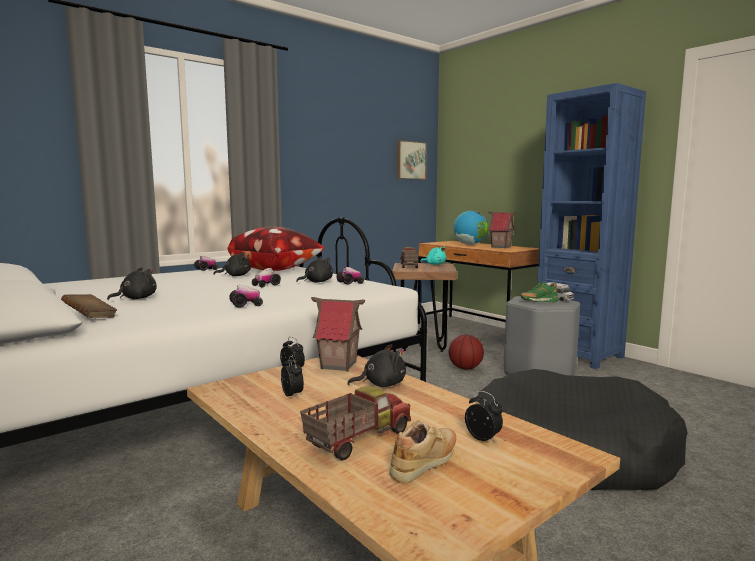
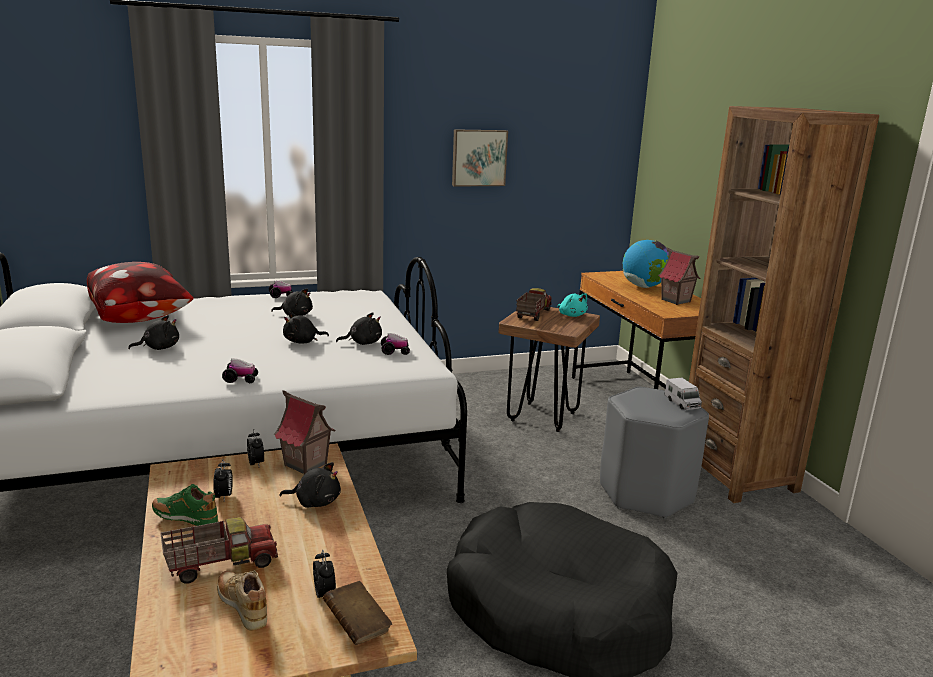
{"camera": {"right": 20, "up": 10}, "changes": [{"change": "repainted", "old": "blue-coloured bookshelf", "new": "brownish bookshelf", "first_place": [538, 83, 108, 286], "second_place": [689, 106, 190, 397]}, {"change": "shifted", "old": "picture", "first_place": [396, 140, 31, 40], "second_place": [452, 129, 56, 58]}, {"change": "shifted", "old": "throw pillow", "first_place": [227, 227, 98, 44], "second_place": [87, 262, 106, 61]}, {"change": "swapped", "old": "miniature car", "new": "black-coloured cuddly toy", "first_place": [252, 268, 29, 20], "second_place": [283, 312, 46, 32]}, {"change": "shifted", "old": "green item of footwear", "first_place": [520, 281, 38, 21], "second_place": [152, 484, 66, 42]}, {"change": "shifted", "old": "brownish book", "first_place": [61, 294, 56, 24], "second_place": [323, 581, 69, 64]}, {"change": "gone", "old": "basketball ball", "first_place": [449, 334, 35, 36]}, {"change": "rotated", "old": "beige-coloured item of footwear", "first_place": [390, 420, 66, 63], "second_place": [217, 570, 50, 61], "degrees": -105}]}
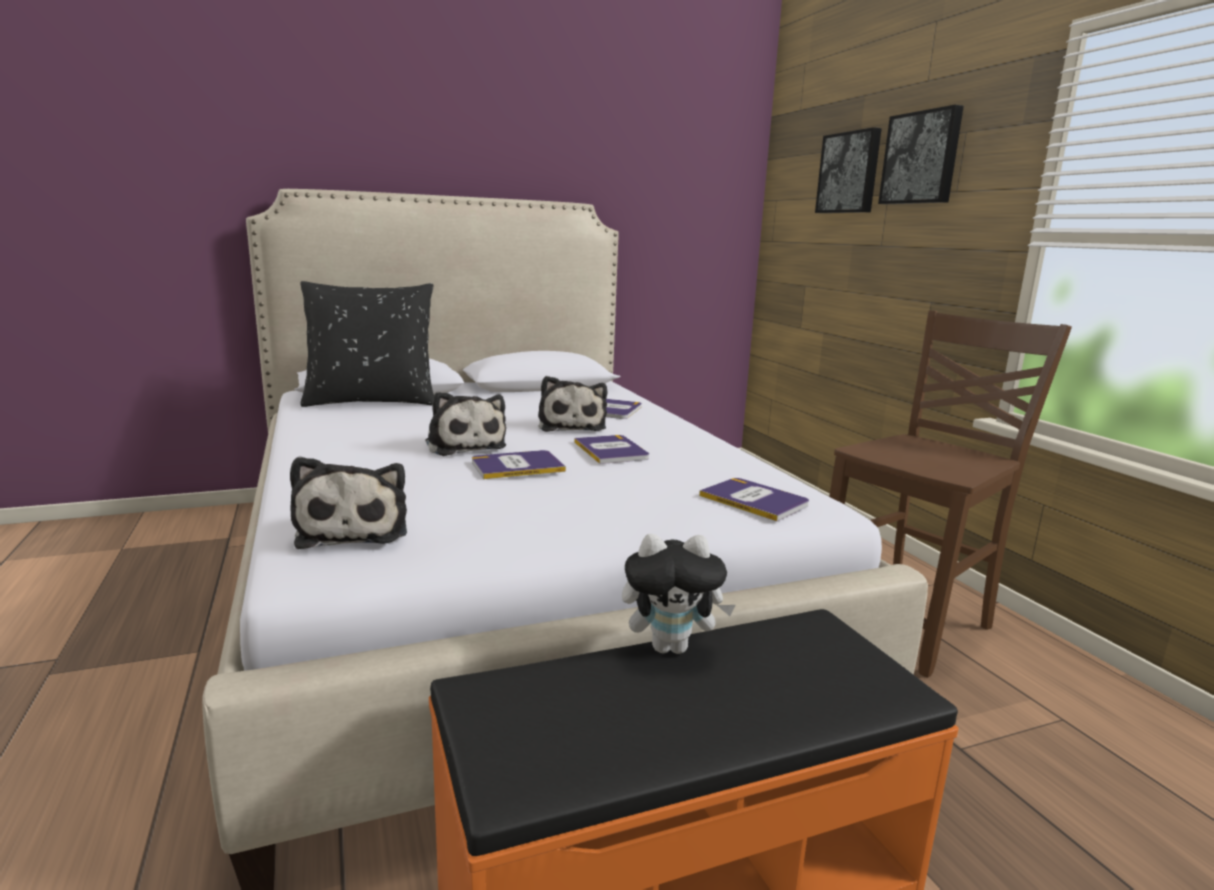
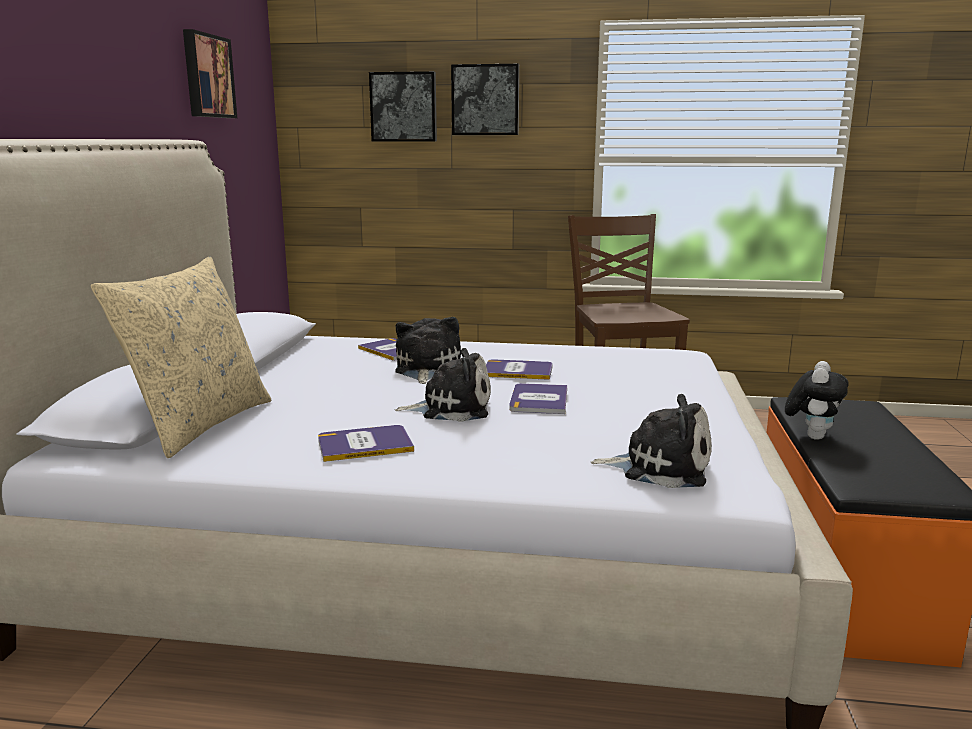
{"camera": {"right": -60, "up": 0}, "changes": [{"change": "repainted", "old": "black-coloured throw pillow", "new": "beige-coloured throw pillow", "first_place": [300, 281, 134, 126], "second_place": [91, 257, 180, 201]}, {"change": "rotated", "old": "cuddly toy", "first_place": [538, 376, 69, 56], "second_place": [395, 317, 66, 67], "degrees": -105}, {"change": "shifted", "old": "book", "first_place": [699, 478, 110, 43], "second_place": [318, 425, 96, 37]}, {"change": "new", "new": "picture", "second_place": [183, 29, 54, 89]}]}
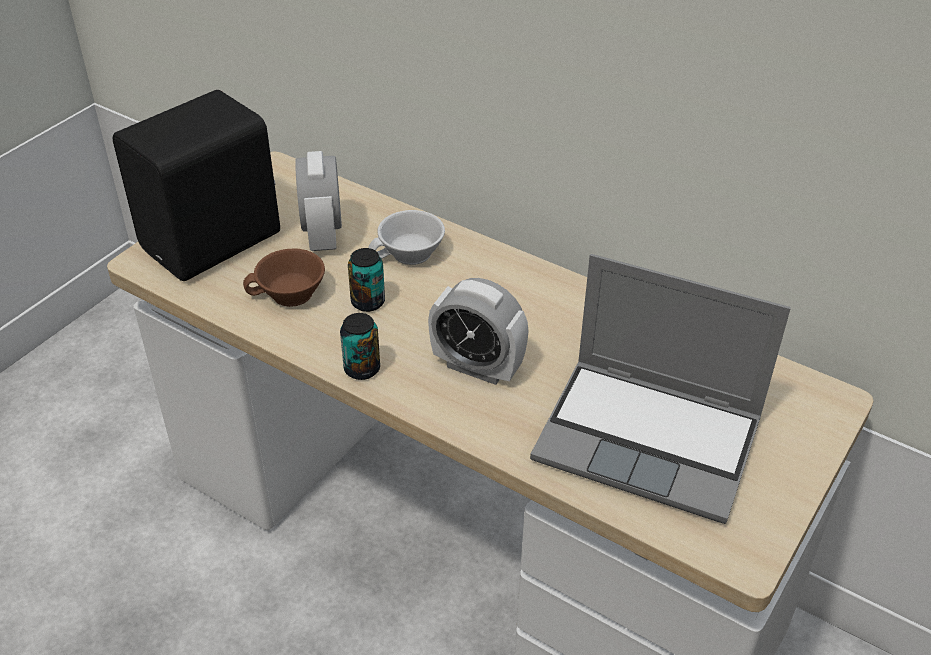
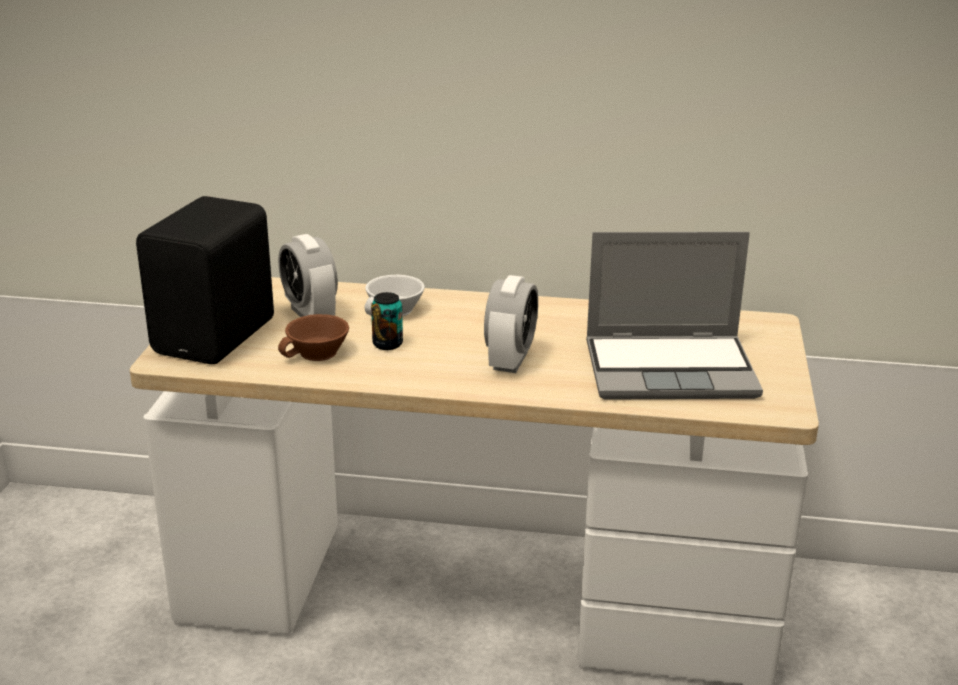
{"camera": {"right": -25, "up": -15}, "changes": [{"change": "rotated", "old": "table clock", "first_place": [428, 278, 101, 107], "second_place": [484, 275, 54, 98], "degrees": -75}, {"change": "gone", "old": "metal can", "first_place": [340, 313, 40, 67]}]}
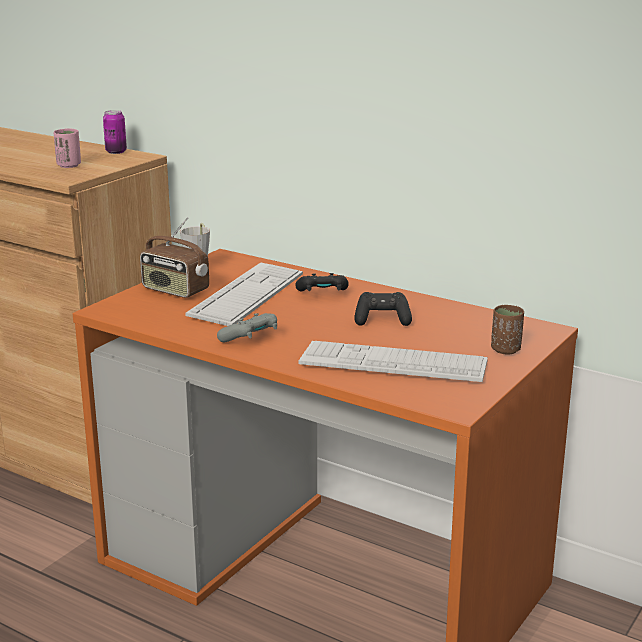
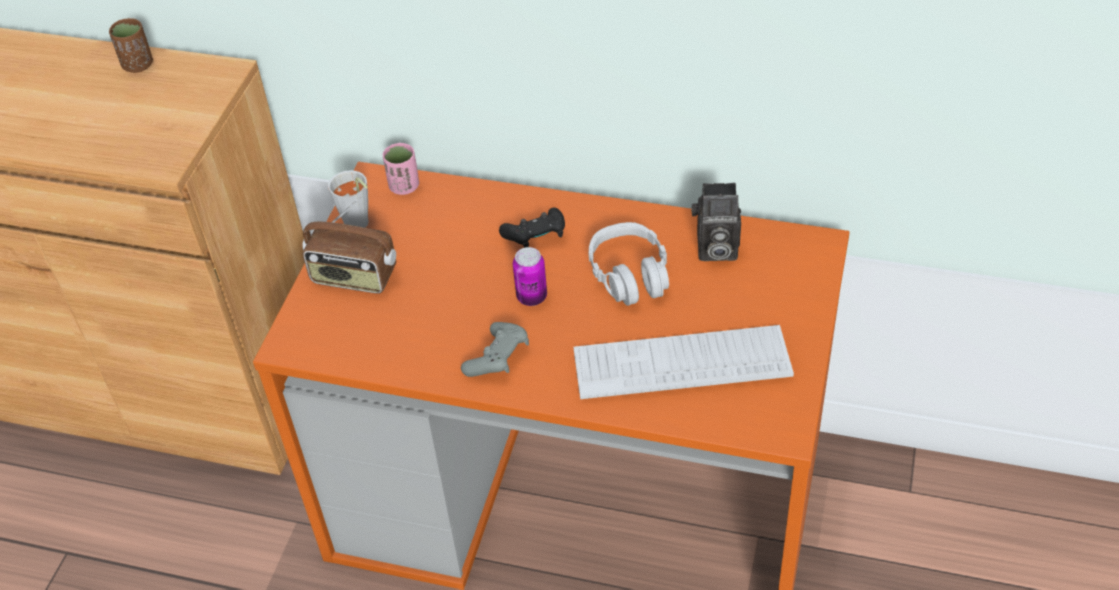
{"camera": {"right": -15, "up": 25}, "changes": [{"change": "shifted", "old": "metal can", "first_place": [103, 110, 24, 44], "second_place": [513, 247, 34, 59]}, {"change": "shifted", "old": "pink-coloured cup", "first_place": [53, 129, 28, 39], "second_place": [383, 143, 36, 52]}, {"change": "gone", "old": "PC keyboard", "first_place": [186, 263, 117, 63]}, {"change": "swapped", "old": "black-coloured joypad", "new": "gray headset", "first_place": [354, 292, 58, 34], "second_place": [588, 222, 81, 84]}, {"change": "shifted", "old": "brownish cup", "first_place": [491, 305, 33, 50], "second_place": [109, 18, 44, 55]}, {"change": "new", "new": "photo camera", "second_place": [691, 183, 50, 78]}]}
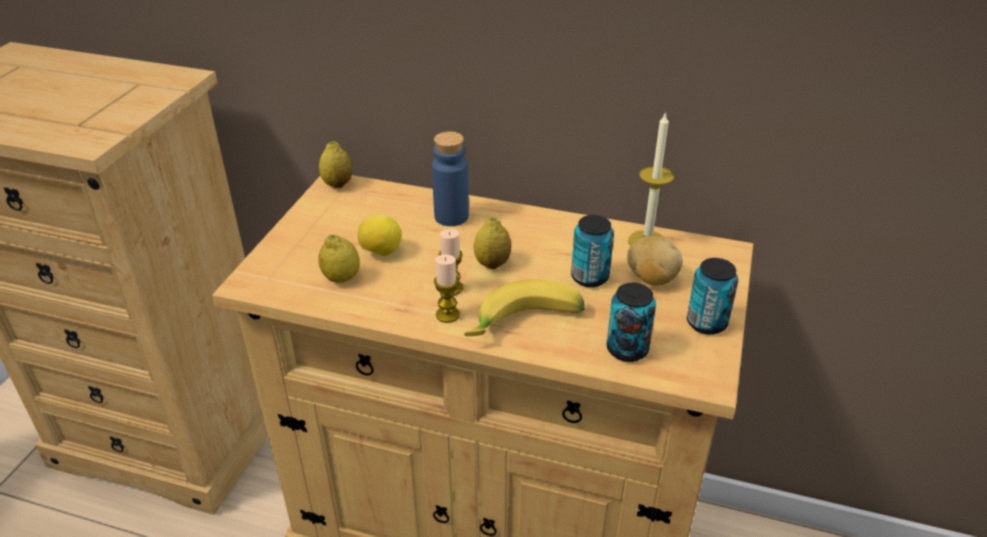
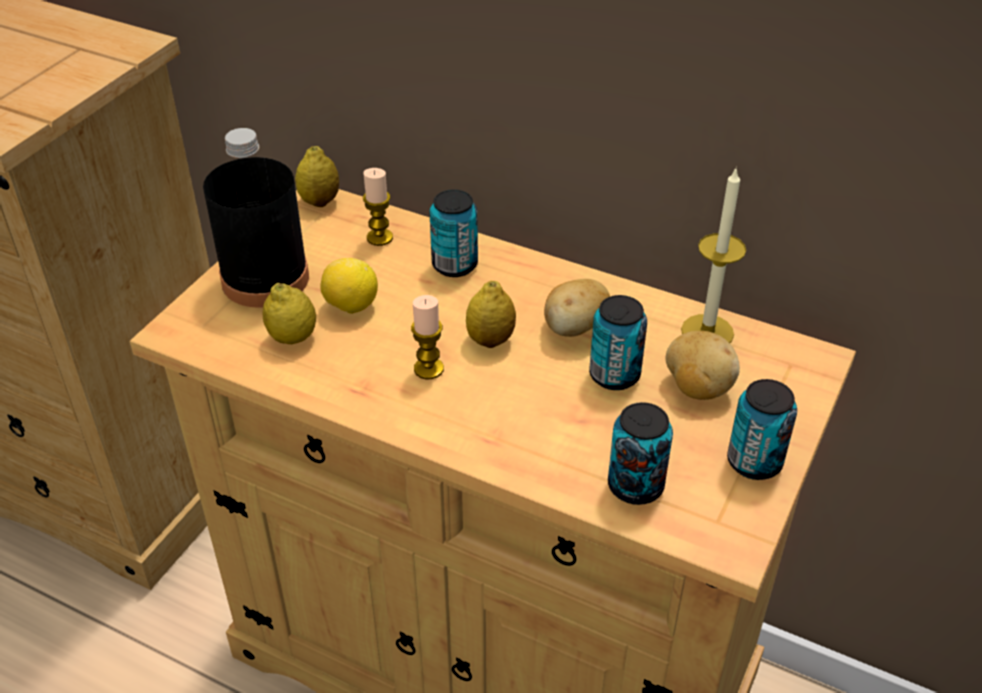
{"camera": {"right": 10, "up": 5}, "changes": [{"change": "swapped", "old": "blue-coloured beverage bottle", "new": "metal can", "first_place": [432, 131, 37, 95], "second_place": [429, 189, 49, 88]}, {"change": "shifted", "old": "wax candle", "first_place": [434, 254, 26, 69], "second_place": [363, 168, 30, 78]}, {"change": "gone", "old": "banana fruit", "first_place": [464, 280, 121, 56]}, {"change": "new", "new": "black-coloured beverage bottle", "second_place": [203, 128, 106, 180]}, {"change": "new", "new": "whole potato", "second_place": [544, 279, 66, 58]}]}
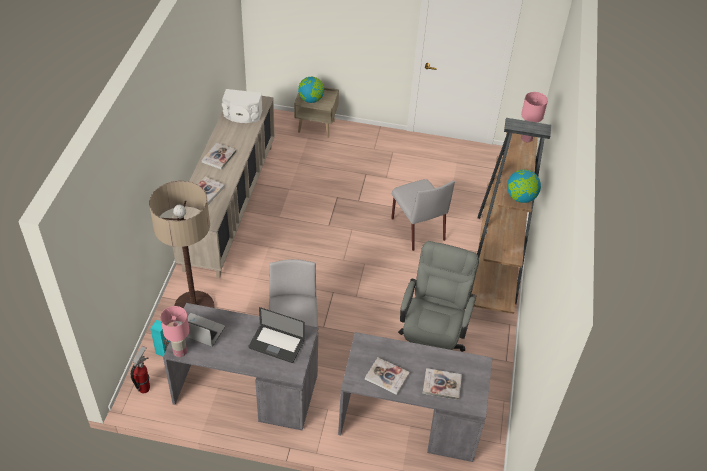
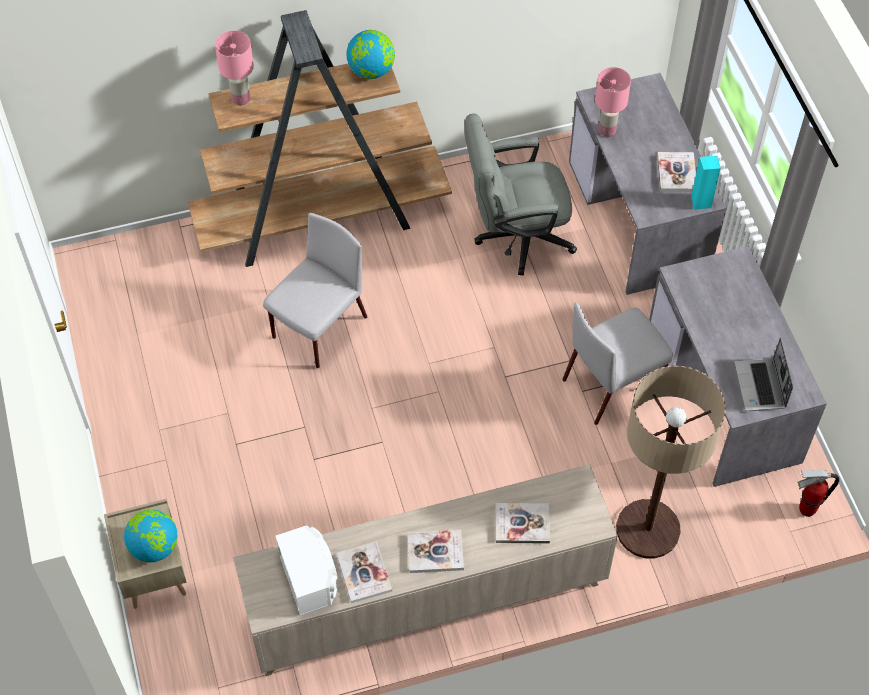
{"camera": {"right": -115, "up": 10}, "changes": [{"change": "shifted", "old": "pink-coloured table lamp", "first_place": [160, 306, 30, 51], "second_place": [595, 67, 36, 70]}, {"change": "gone", "old": "portable computer", "first_place": [248, 307, 57, 56]}, {"change": "shifted", "old": "turquoise-coloured audio speaker", "first_place": [150, 320, 20, 36], "second_place": [691, 156, 30, 54]}, {"change": "shifted", "old": "book", "first_place": [422, 368, 40, 32], "second_place": [336, 542, 56, 61]}]}
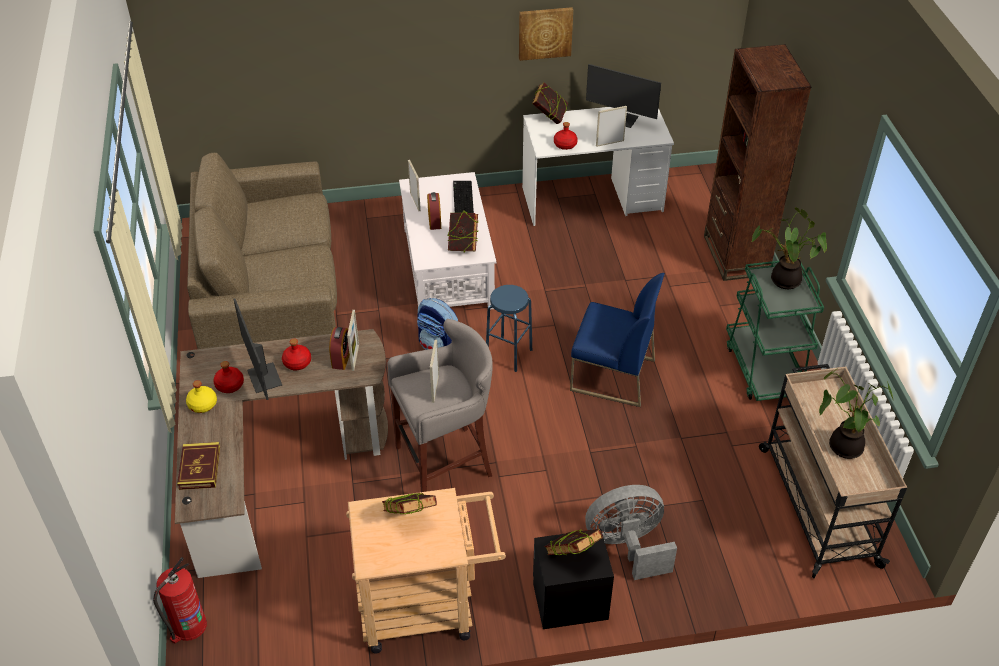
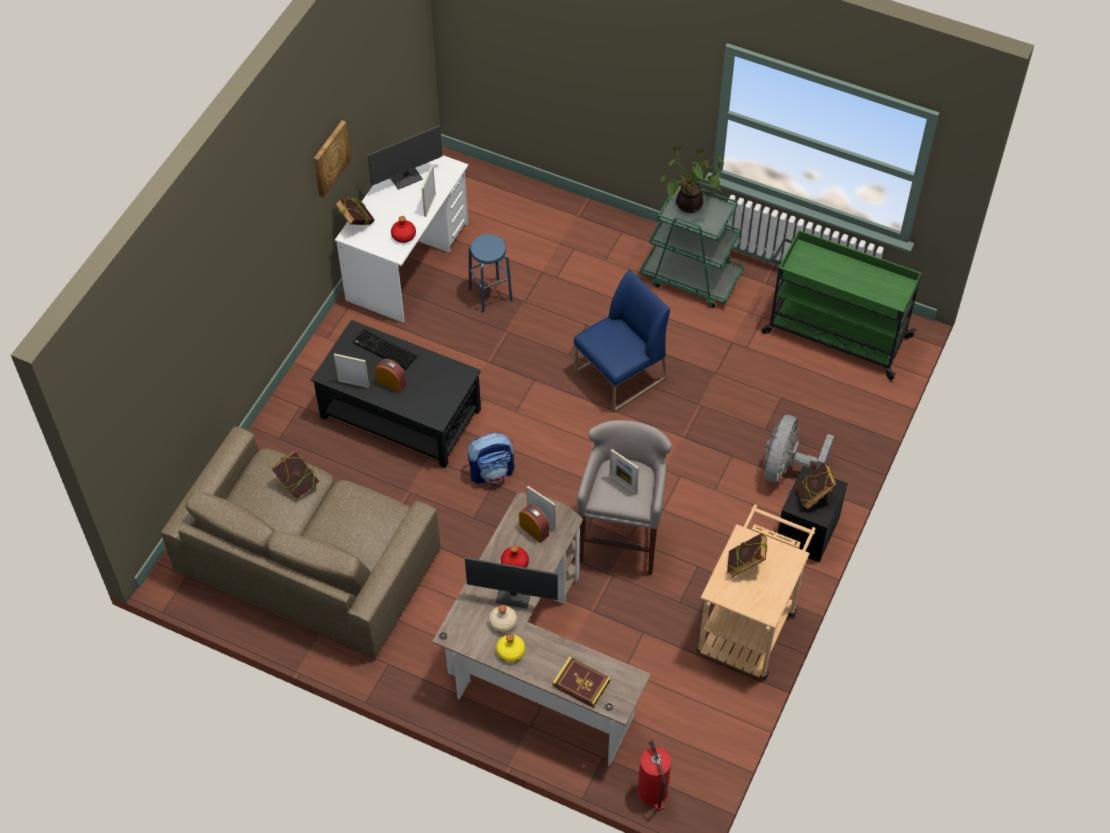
{"camera": {"right": -55, "up": 10}, "changes": [{"change": "gone", "old": "brownish bookshelf", "first_place": [704, 44, 107, 237]}, {"change": "repainted", "old": "whitish coffee table", "new": "black-coloured coffee table", "first_place": [399, 172, 97, 137], "second_place": [311, 320, 170, 148]}, {"change": "shifted", "old": "book", "first_place": [448, 210, 31, 43], "second_place": [271, 450, 49, 49]}, {"change": "shifted", "old": "blue-coloured stool seat", "first_place": [486, 285, 46, 87], "second_place": [469, 234, 44, 79]}, {"change": "repainted", "old": "red-coloured beverage bottle", "new": "beige-coloured beverage bottle", "first_place": [213, 361, 31, 32], "second_place": [489, 605, 28, 28]}, {"change": "repainted", "old": "beige-coloured trolley", "new": "green trolley", "first_place": [759, 364, 148, 215], "second_place": [762, 230, 160, 150]}, {"change": "gone", "old": "plant in a pot", "first_place": [819, 368, 74, 91]}]}
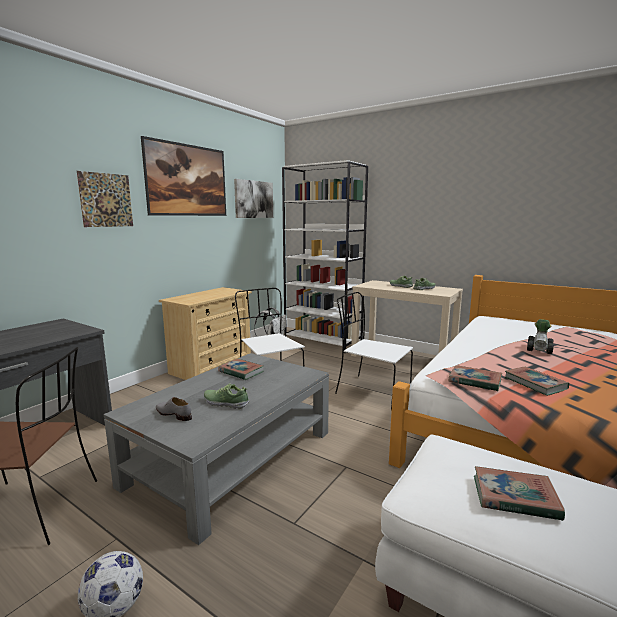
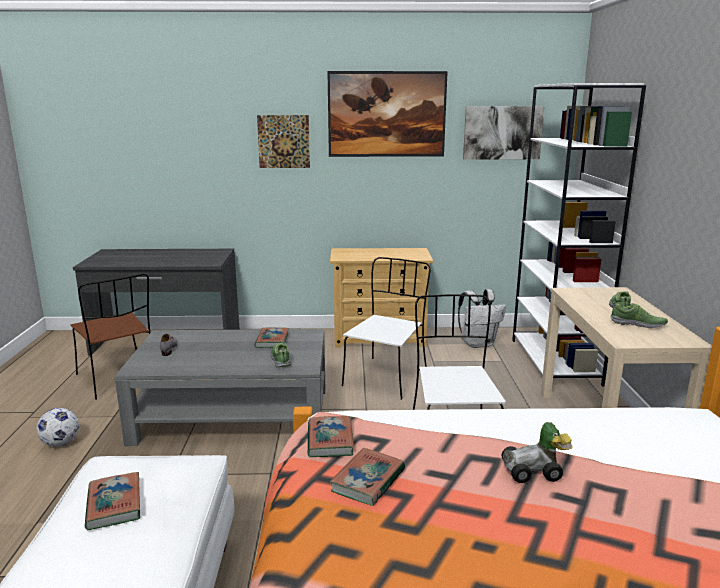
{"camera": {"right": 55, "up": 5}, "changes": [{"change": "shifted", "old": "item of footwear", "first_place": [204, 383, 46, 26], "second_place": [270, 343, 21, 25]}]}
